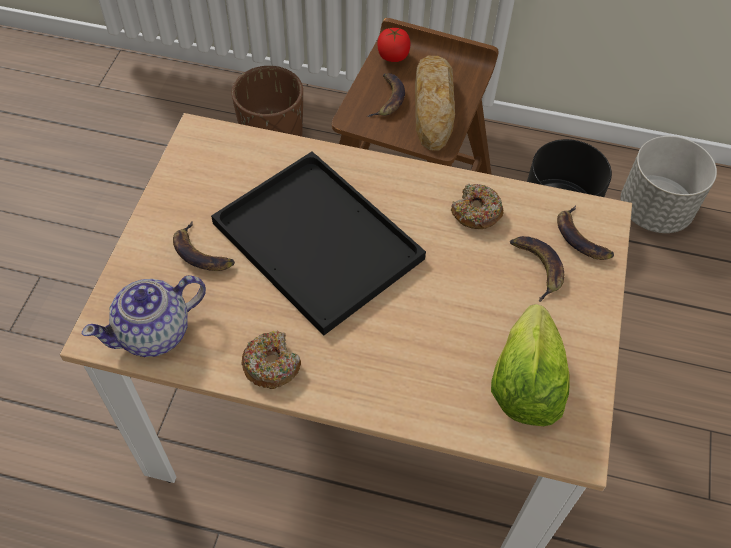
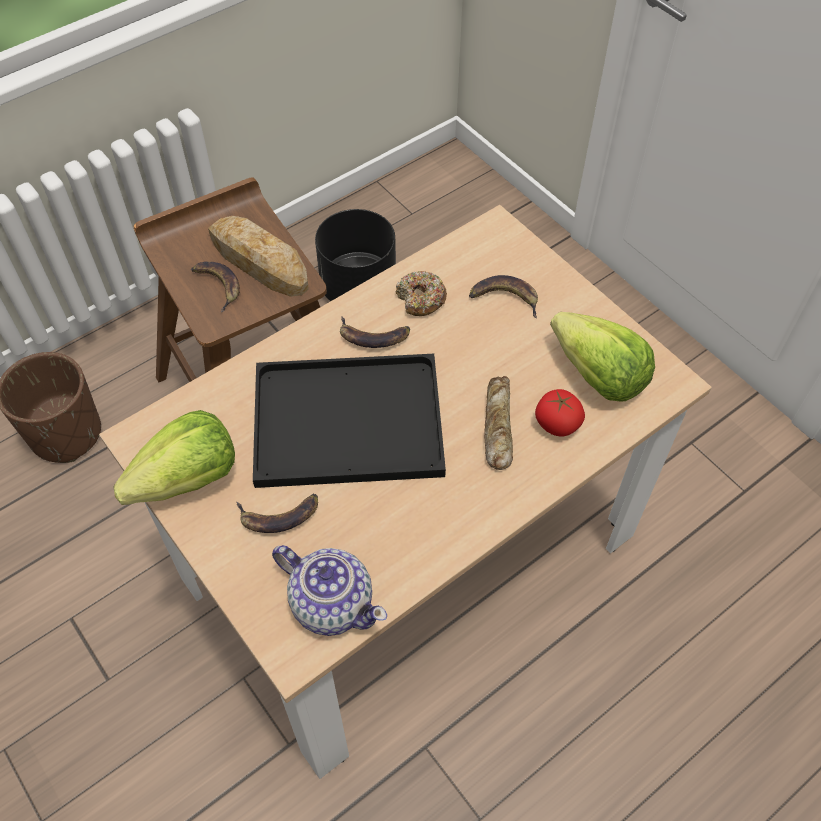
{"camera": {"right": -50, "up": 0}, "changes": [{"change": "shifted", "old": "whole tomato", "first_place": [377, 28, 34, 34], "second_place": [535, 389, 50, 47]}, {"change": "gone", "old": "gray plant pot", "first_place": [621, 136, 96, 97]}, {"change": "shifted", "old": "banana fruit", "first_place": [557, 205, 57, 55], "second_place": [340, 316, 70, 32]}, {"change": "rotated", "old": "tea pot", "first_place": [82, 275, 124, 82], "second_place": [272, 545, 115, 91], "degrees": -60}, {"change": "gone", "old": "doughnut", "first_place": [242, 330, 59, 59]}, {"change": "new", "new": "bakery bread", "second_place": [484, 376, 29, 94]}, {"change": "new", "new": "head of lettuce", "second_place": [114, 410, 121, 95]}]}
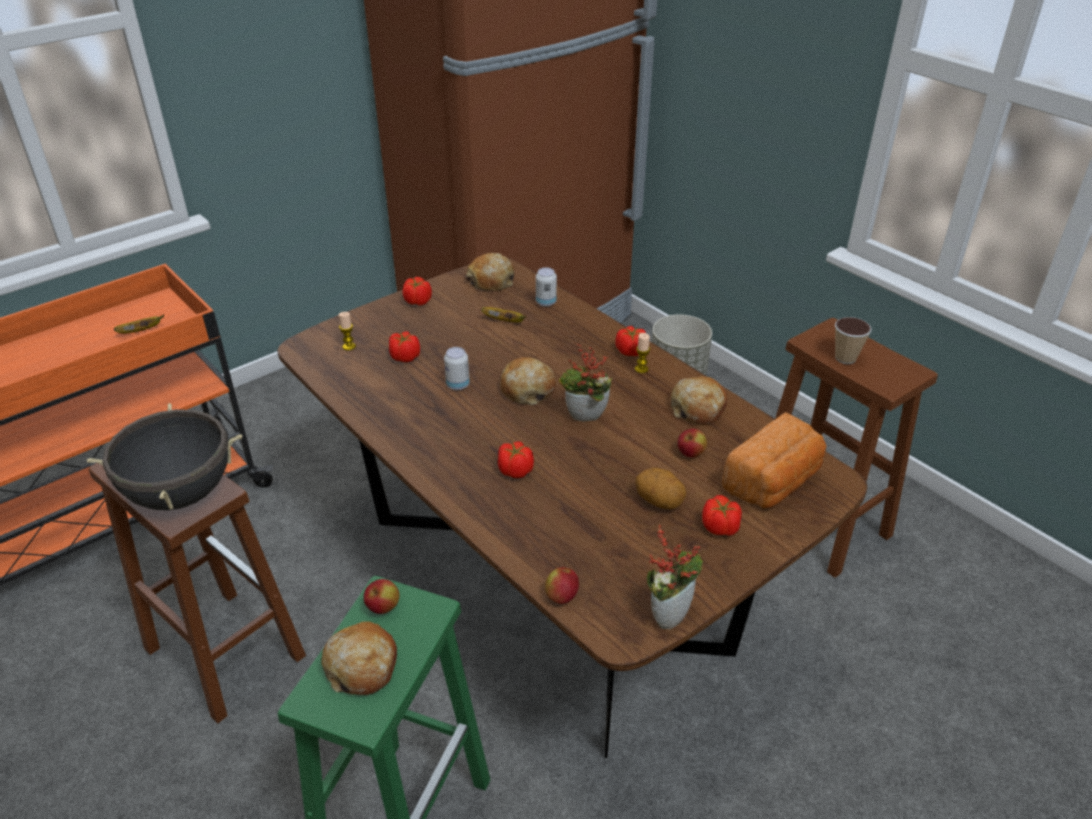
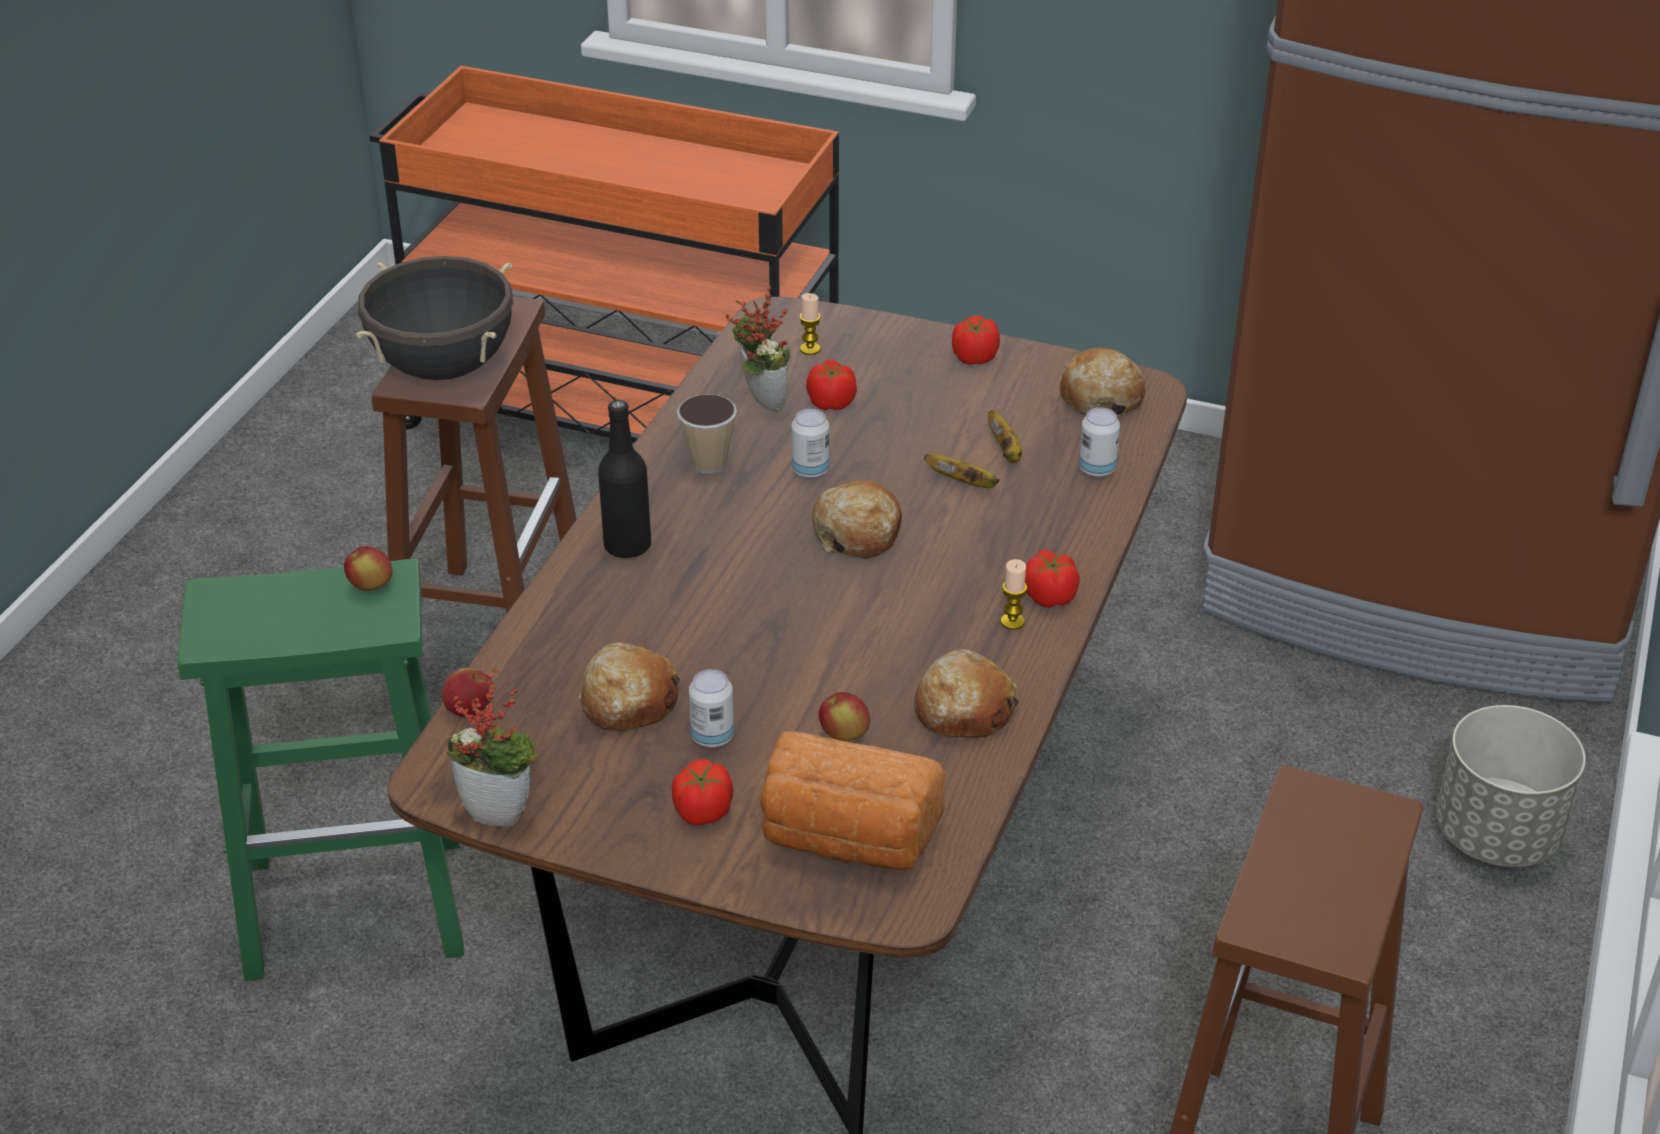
{"camera": {"right": 60, "up": 0}, "changes": [{"change": "shifted", "old": "banana fruit", "first_place": [114, 314, 50, 20], "second_place": [924, 454, 75, 34]}, {"change": "shifted", "old": "cup", "first_place": [835, 317, 37, 47], "second_place": [677, 394, 60, 80]}, {"change": "shifted", "old": "plant in a pot", "first_place": [559, 344, 53, 77], "second_place": [725, 286, 65, 125]}, {"change": "gone", "old": "whole tomato", "first_place": [498, 441, 36, 37]}, {"change": "swapped", "old": "whole potato", "new": "metal can", "first_place": [635, 468, 51, 41], "second_place": [689, 669, 45, 78]}, {"change": "shifted", "old": "bakery bread", "first_place": [321, 621, 76, 74], "second_place": [579, 642, 101, 89]}, {"change": "new", "new": "black-coloured beverage bottle", "second_place": [598, 400, 53, 158]}]}
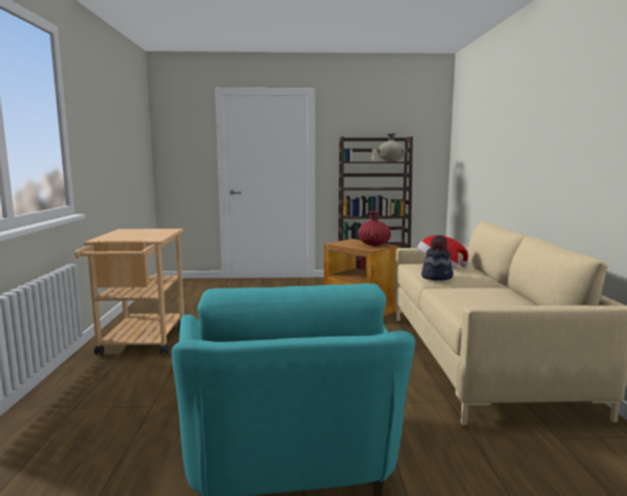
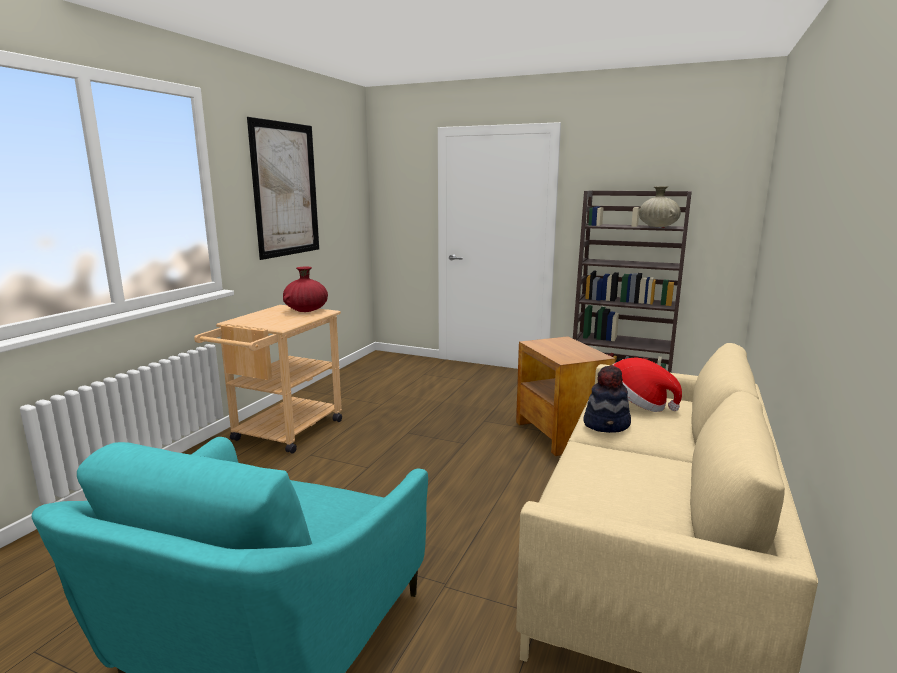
{"camera": {"right": 25, "up": 5}, "changes": [{"change": "shifted", "old": "red-coloured decorative vase", "first_place": [358, 211, 33, 35], "second_place": [283, 267, 45, 45]}, {"change": "new", "new": "picture", "second_place": [247, 117, 72, 143]}]}
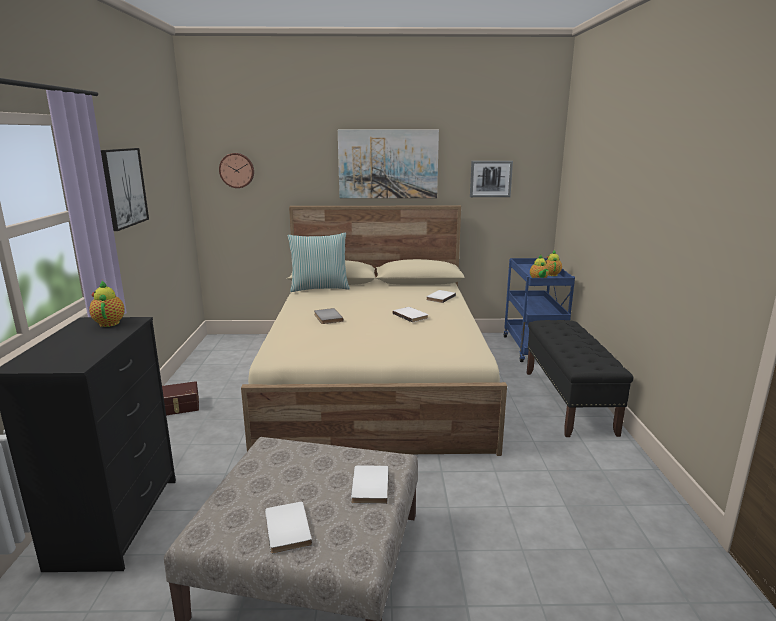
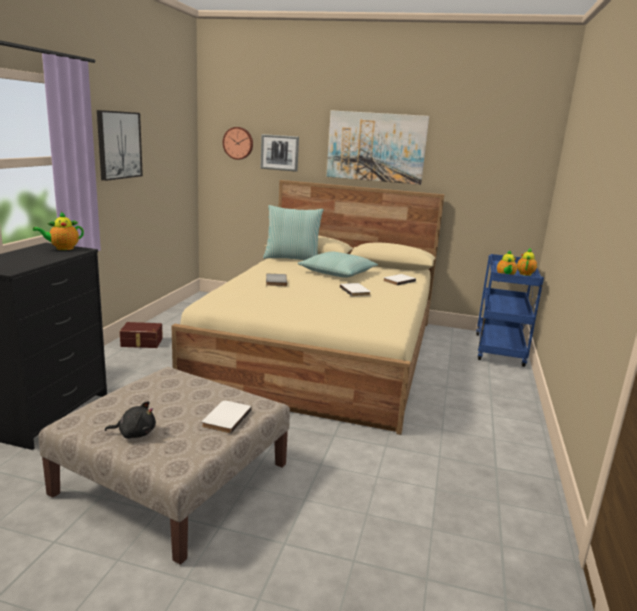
{"camera": {"right": 15, "up": 0}, "changes": [{"change": "shifted", "old": "picture", "first_place": [470, 161, 43, 36], "second_place": [261, 134, 38, 38]}, {"change": "rotated", "old": "tea pot", "first_place": [89, 280, 36, 47], "second_place": [33, 212, 51, 38], "degrees": -120}, {"change": "gone", "old": "black-coloured indoor bench", "first_place": [527, 320, 107, 117]}, {"change": "swapped", "old": "whitish book", "new": "black-coloured cuddly toy", "first_place": [265, 501, 47, 53], "second_place": [105, 401, 51, 38]}, {"change": "new", "new": "throw pillow", "second_place": [298, 251, 80, 27]}]}
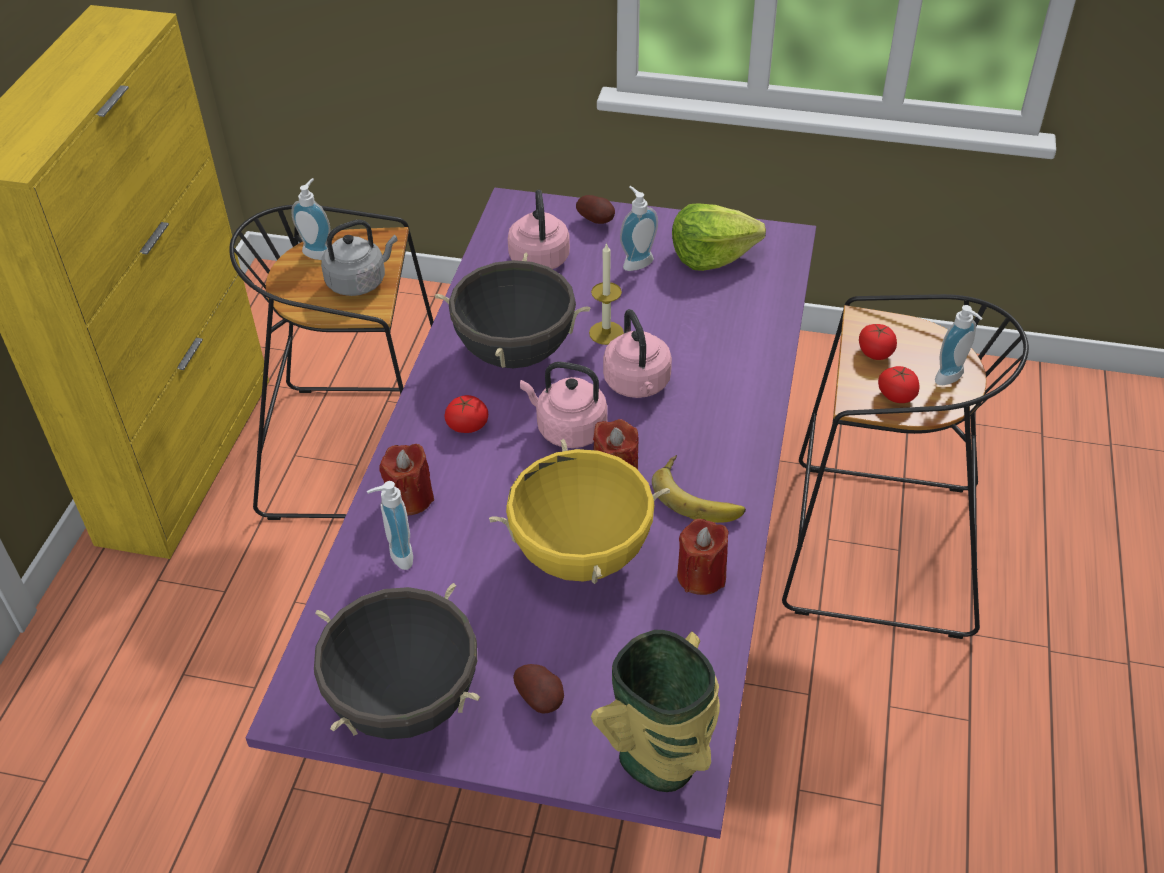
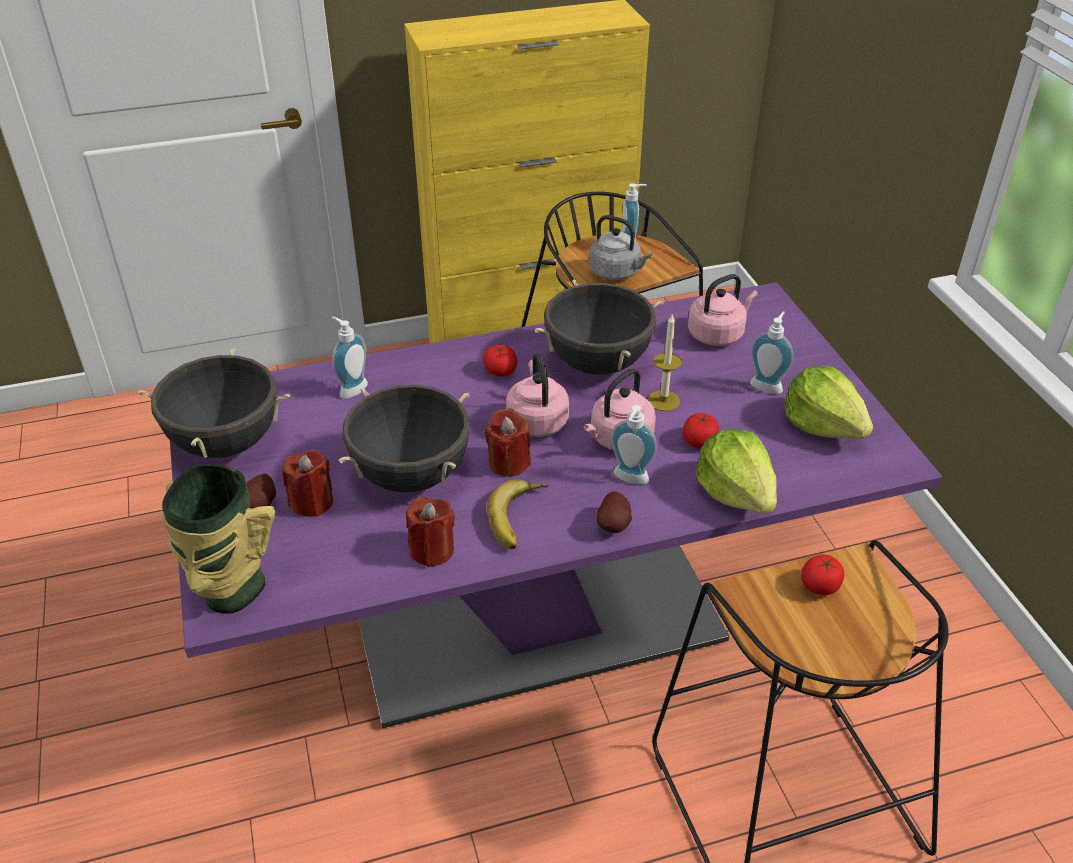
{"camera": {"right": 60, "up": -5}, "changes": [{"change": "shifted", "old": "whole potato", "first_place": [576, 195, 39, 29], "second_place": [596, 491, 36, 42]}, {"change": "shifted", "old": "soap dispenser", "first_place": [935, 305, 47, 80], "second_place": [611, 405, 46, 79]}, {"change": "shifted", "old": "whole tomato", "first_place": [878, 366, 41, 37], "second_place": [682, 413, 37, 35]}, {"change": "repainted", "old": "yellow cooking pot", "new": "black-coloured cooking pot", "first_place": [489, 439, 181, 145], "second_place": [338, 384, 132, 109]}, {"change": "shifted", "old": "red-coloured wax candle", "first_place": [379, 444, 55, 72], "second_place": [282, 450, 51, 67]}, {"change": "new", "new": "head of lettuce", "second_place": [696, 429, 81, 85]}]}
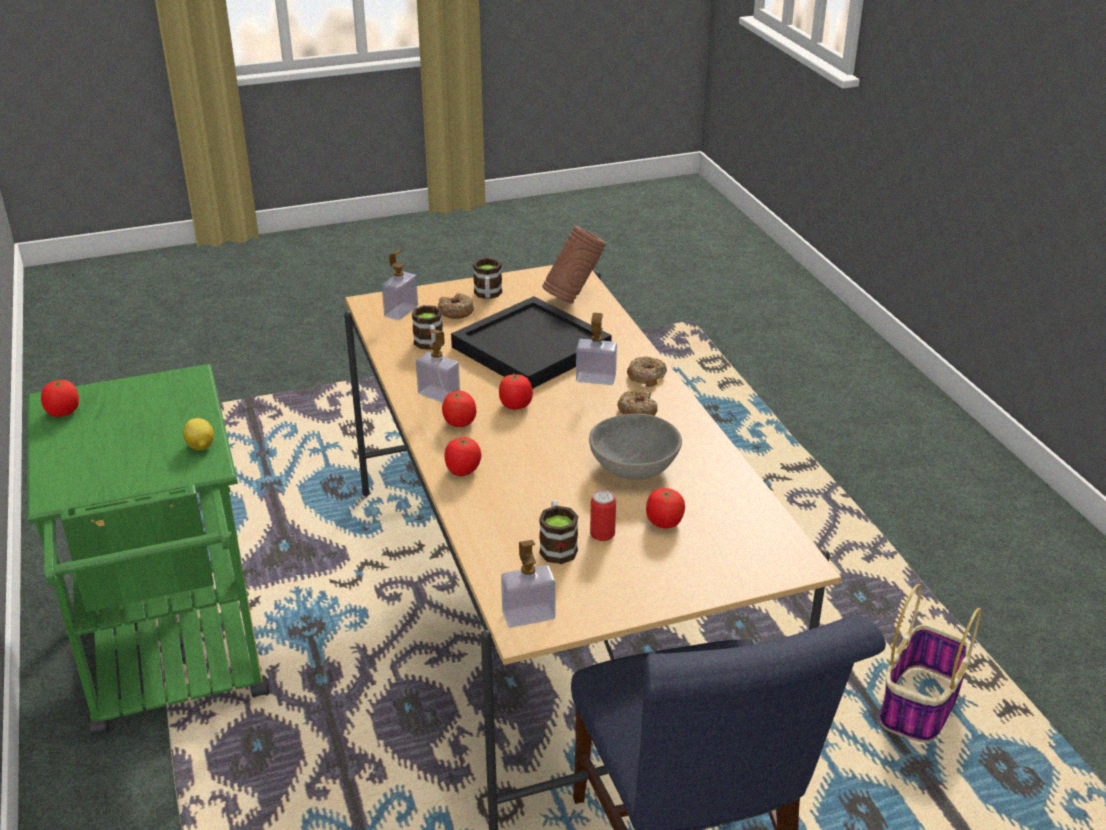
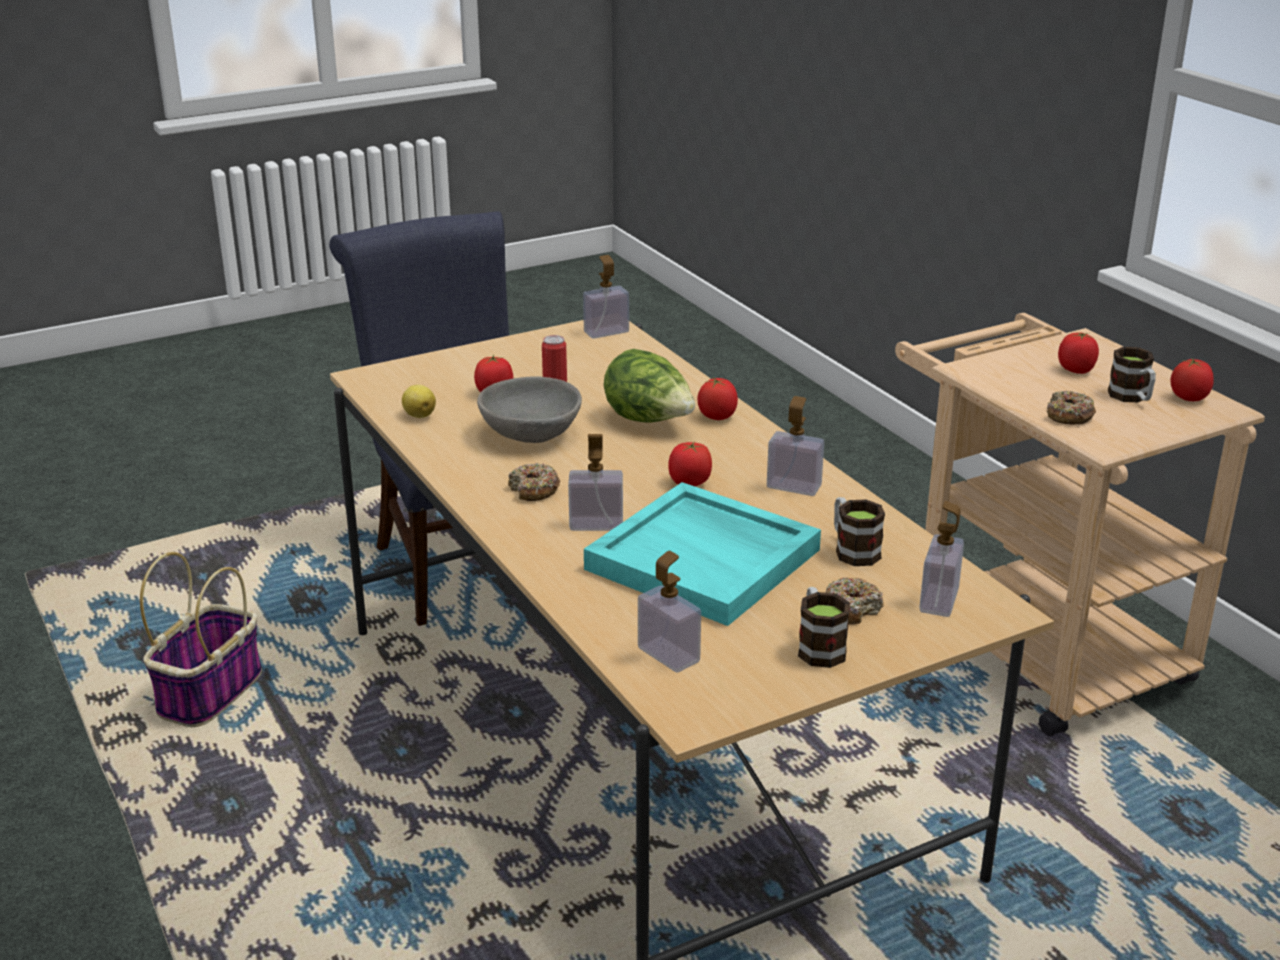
{"camera": {"right": 170, "up": -5}, "changes": [{"change": "swapped", "old": "brownish decorative vase", "new": "soap dispenser", "first_place": [542, 226, 64, 78], "second_place": [638, 551, 63, 122]}, {"change": "repainted", "old": "black-coloured serving tray", "new": "turquoise-coloured serving tray", "first_place": [451, 296, 161, 93], "second_place": [584, 482, 237, 144]}, {"change": "shifted", "old": "doughnut", "first_place": [627, 357, 40, 30], "second_place": [1047, 391, 49, 34]}, {"change": "repainted", "old": "green trolley", "new": "beige-coloured trolley", "first_place": [27, 364, 242, 372], "second_place": [895, 313, 370, 423]}, {"change": "shifted", "old": "whole tomato", "first_place": [442, 391, 35, 36], "second_place": [1058, 332, 41, 42]}, {"change": "shifted", "old": "whole lemon", "first_place": [183, 418, 31, 32], "second_place": [402, 385, 34, 33]}, {"change": "shifted", "old": "coffee mug", "first_place": [539, 500, 39, 64], "second_place": [1108, 347, 48, 55]}, {"change": "new", "new": "head of lettuce", "second_place": [604, 349, 91, 74]}]}
